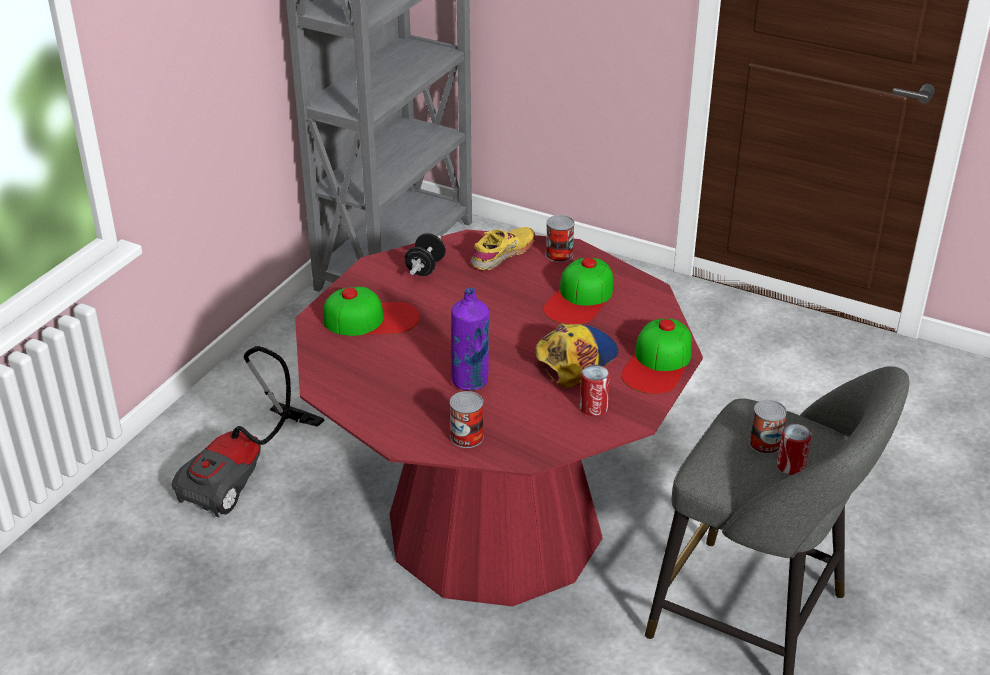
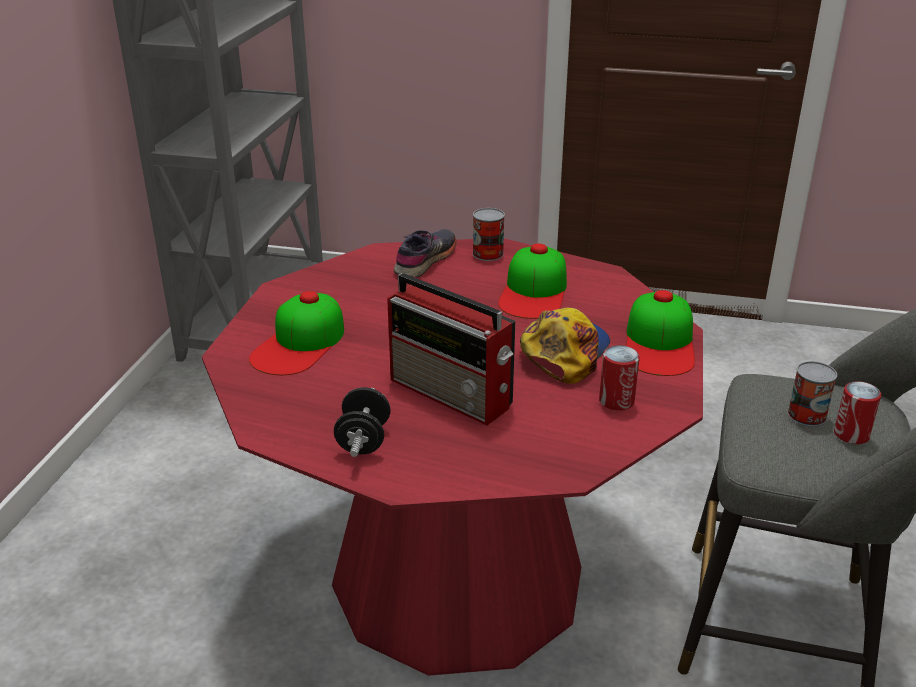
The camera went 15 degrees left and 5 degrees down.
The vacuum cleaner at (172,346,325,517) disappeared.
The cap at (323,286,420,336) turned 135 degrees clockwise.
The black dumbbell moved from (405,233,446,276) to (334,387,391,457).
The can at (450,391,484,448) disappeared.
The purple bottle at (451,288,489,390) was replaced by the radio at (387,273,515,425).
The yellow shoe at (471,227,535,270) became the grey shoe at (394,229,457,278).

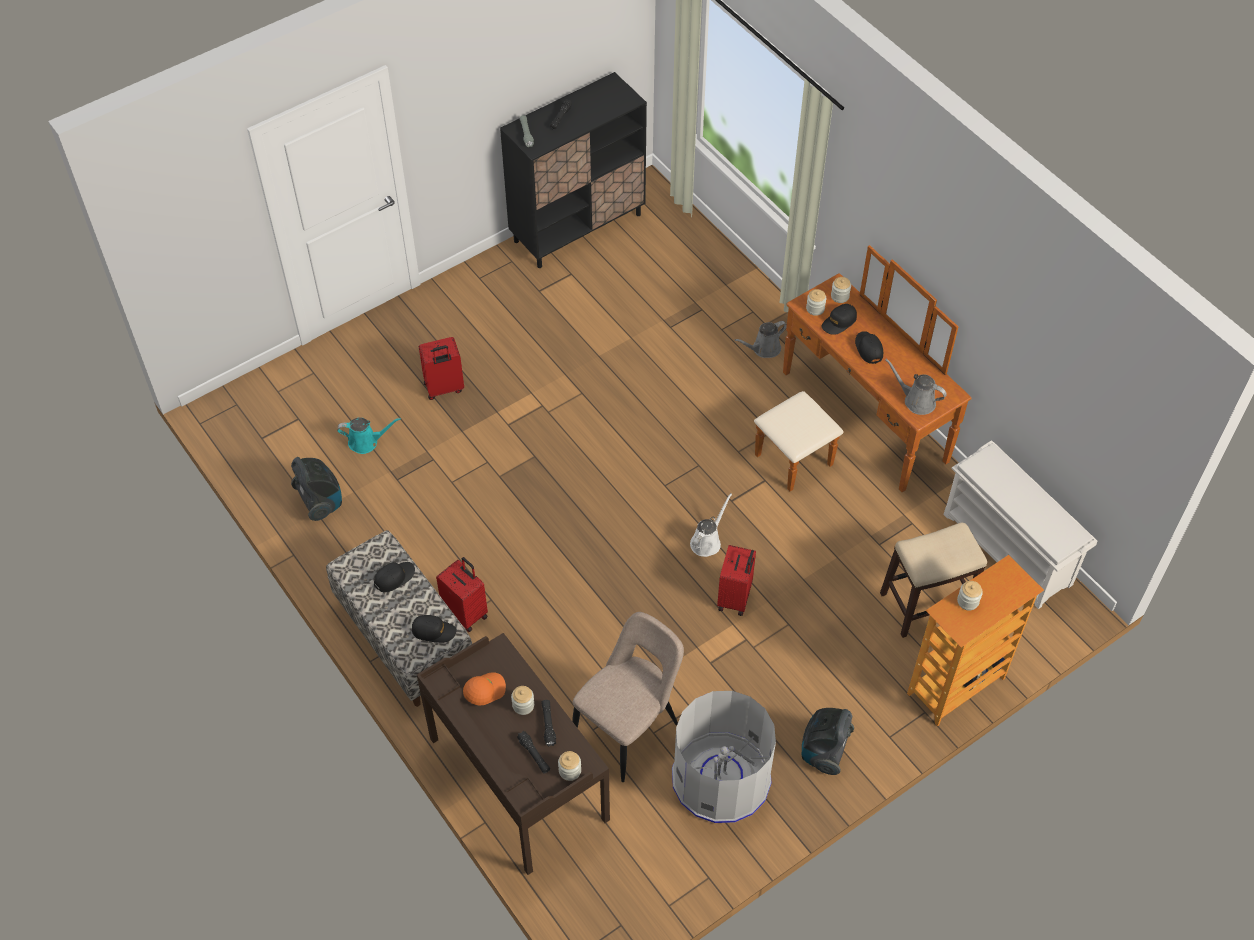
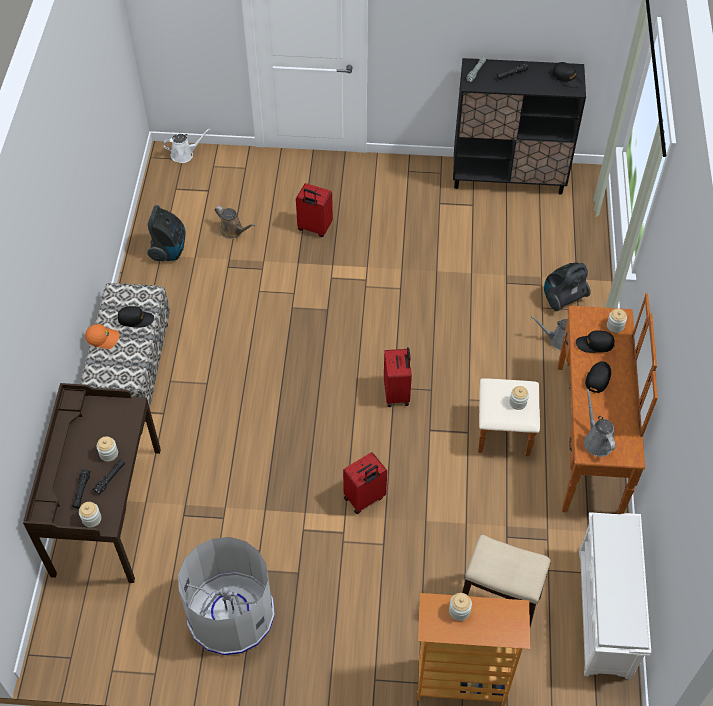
The camera went 40 degrees right and 0 degrees up.
The turquoise watering can at (337,418,401,454) became the brown watering can at (215,206,255,239).
The black cap moved from (412,615,457,643) to (552,62,582,88).
The red suitcase moved from (436,557,488,632) to (384,347,412,407).
The orange cap moved from (463,672,506,705) to (85,324,119,349).
The beige chair at (572,612,684,782) disappeared.
The white watering can moved from (690,493,732,557) to (163,128,211,163).
The vacuum cleaner moved from (802,708,854,775) to (544,262,591,311).
The jar moved from (806,289,826,316) to (510,386,529,410).

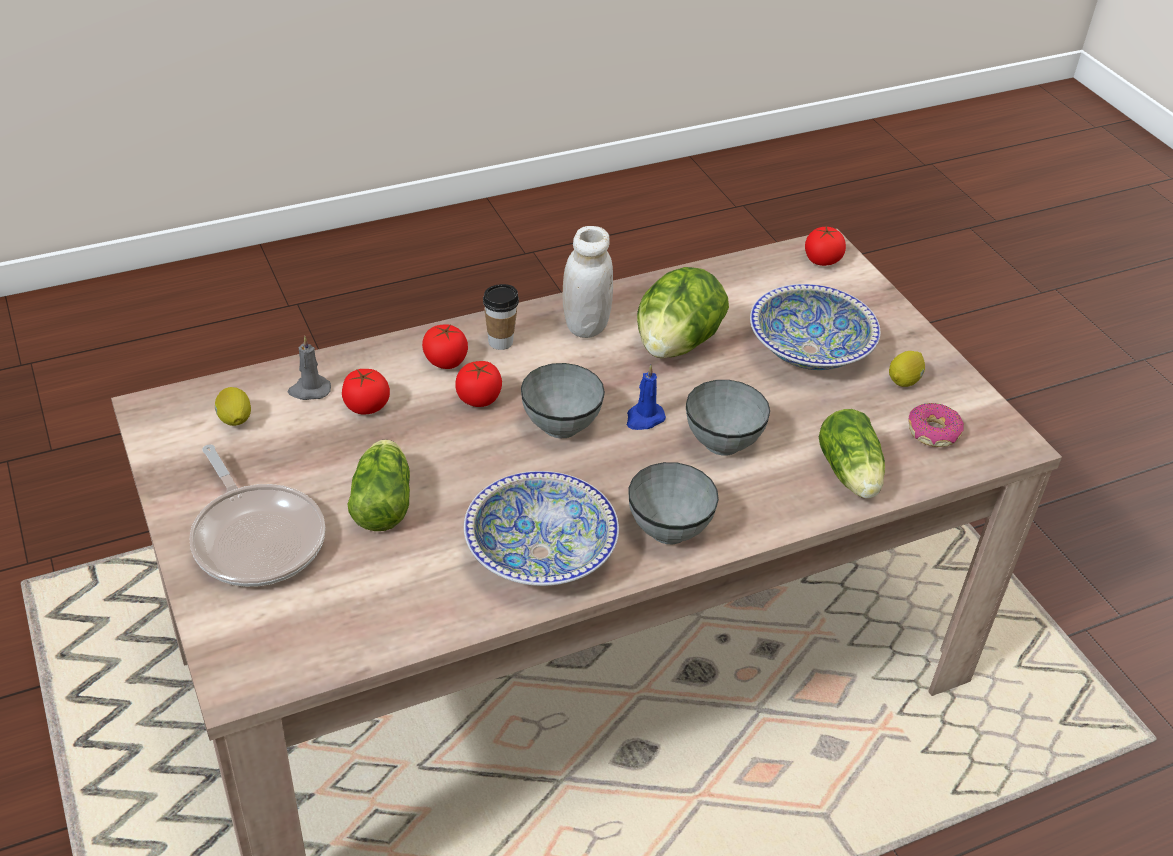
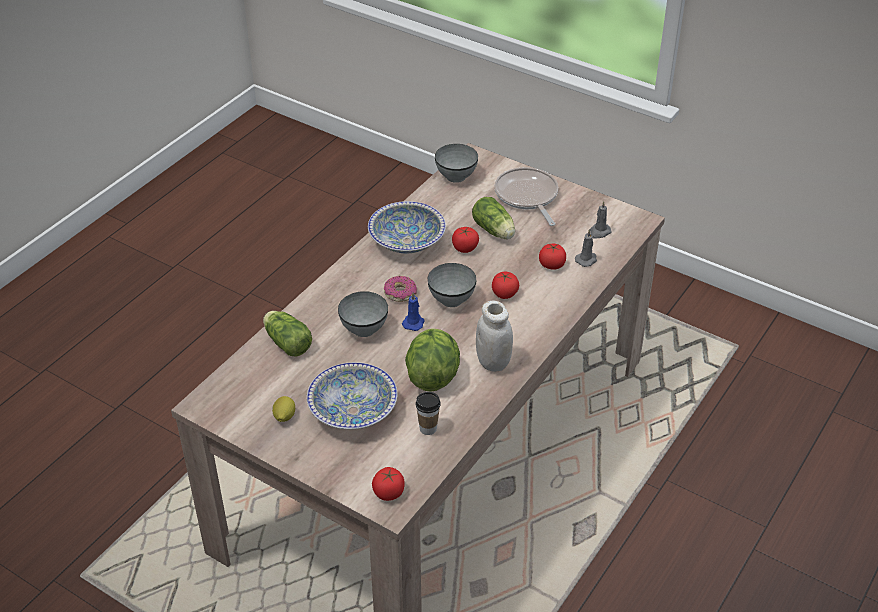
The camera went 150 degrees right and 0 degrees up.
The frying pan at (189,444,325,587) turned 45 degrees clockwise.
The lemon at (215,387,251,426) was replaced by the grey candle at (590,201,612,239).
The tomato moved from (422,324,468,369) to (452,227,479,253).
The cup moved from (483,284,519,350) to (416,392,440,435).
The grey bowl moved from (629,462,719,544) to (435,144,478,183).
The donut moved from (908,403,964,447) to (384,276,417,302).

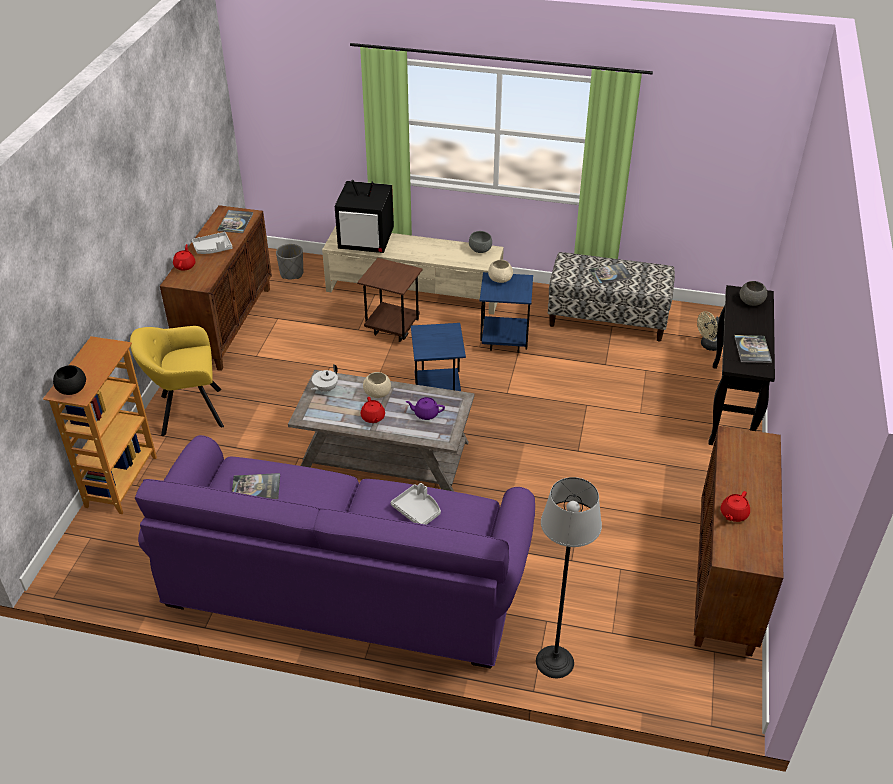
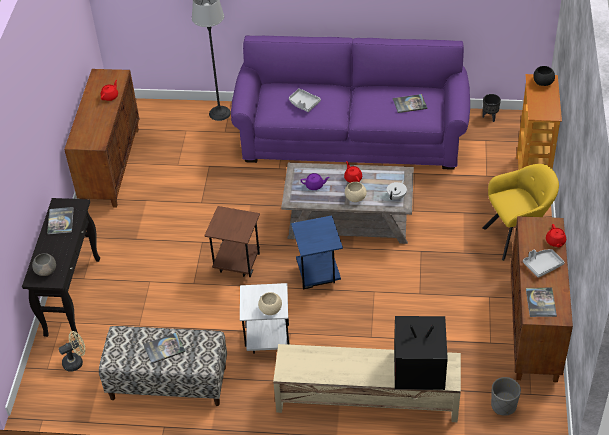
The camera went 175 degrees right and 5 degrees up.
The brown side table moved from (357,258,423,342) to (204,206,260,277).
The grey bowl at (469,231,492,253) disappeared.
The blue side table at (480,272,533,352) became the white side table at (240,283,290,354).
The black planter at (483,94,501,122) appeared.

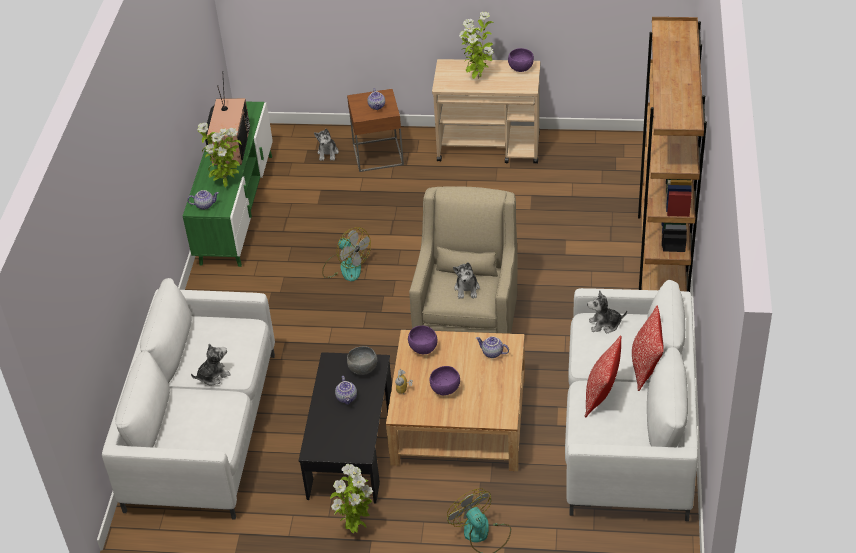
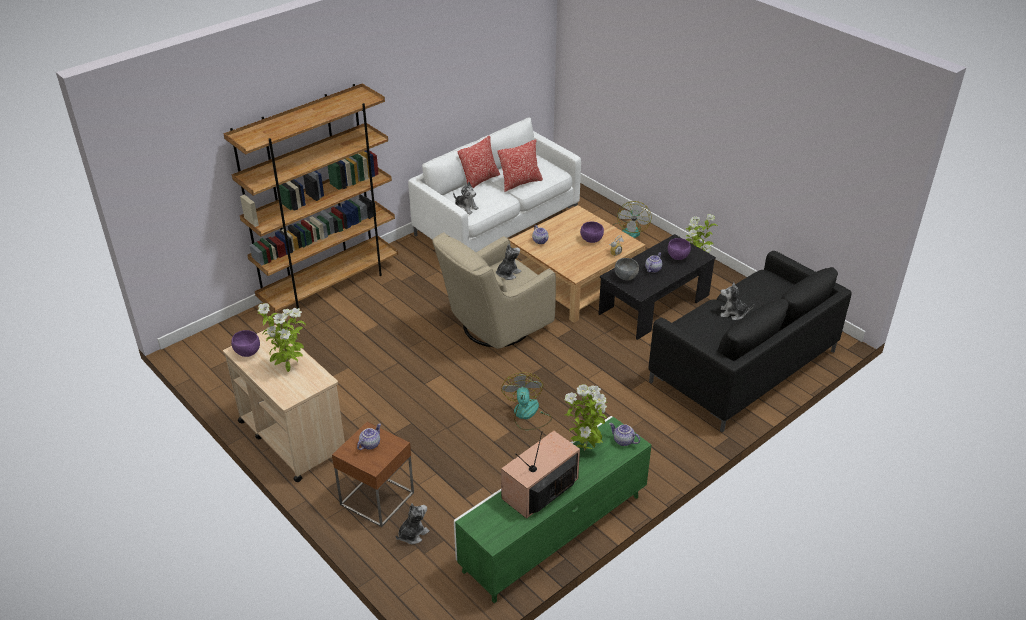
The camera went 140 degrees left and 5 degrees down.
The white sofa at (102,278,275,520) became the black sofa at (649,251,852,432).
The purple bowl moved from (408,326,437,354) to (668,238,691,260).

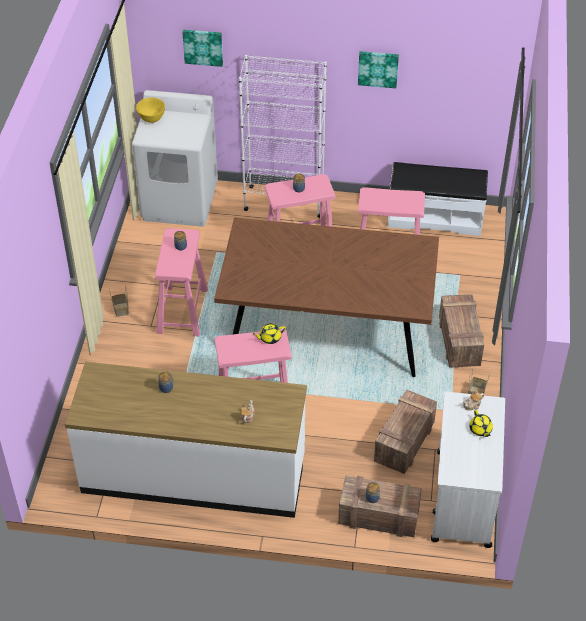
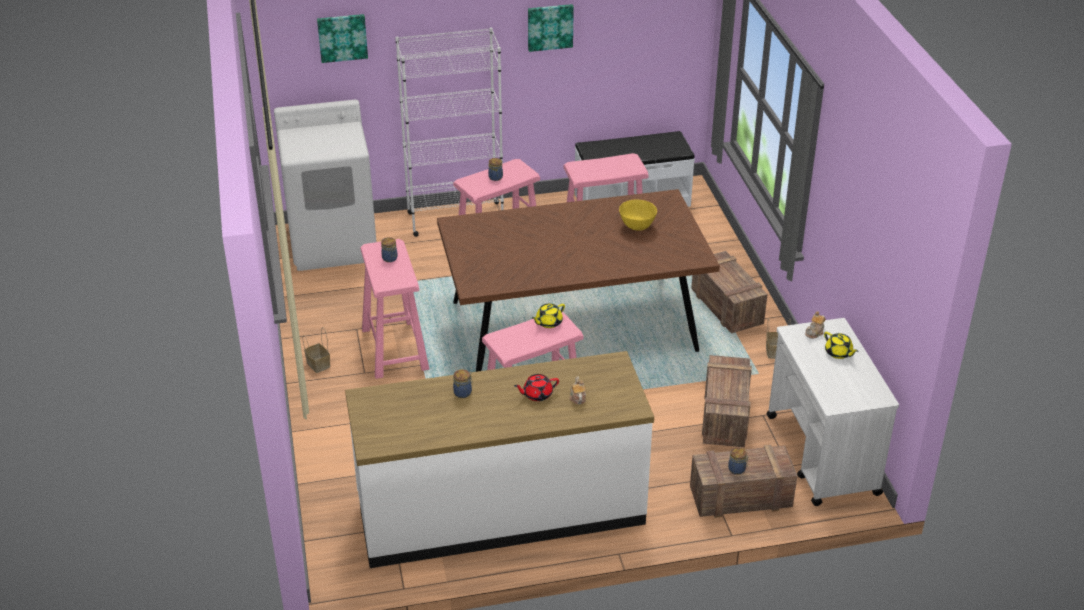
The camera went 20 degrees left and 10 degrees down.
The yellow bowl moved from (136,98,165,123) to (619,200,657,231).
The red teapot at (514,374,559,401) appeared.

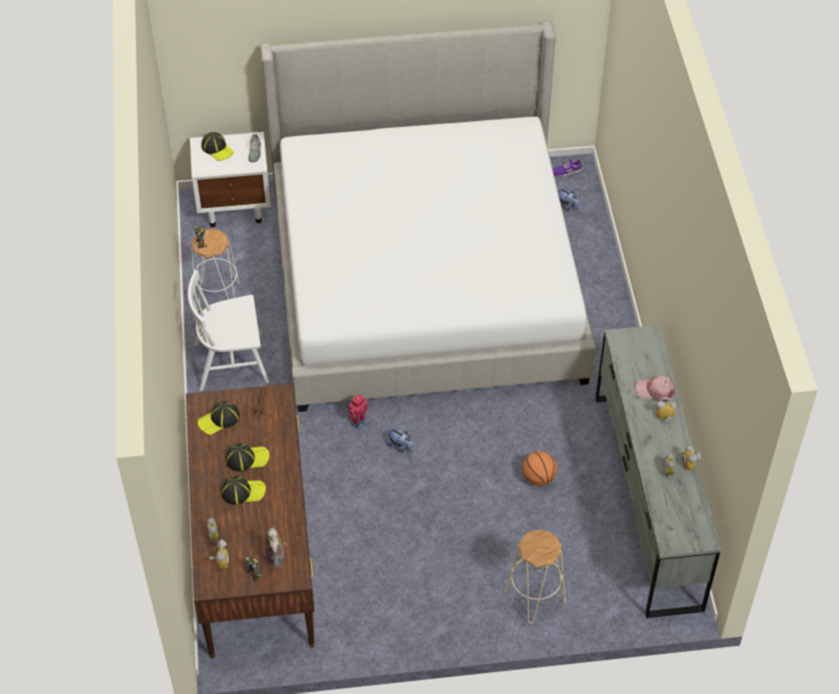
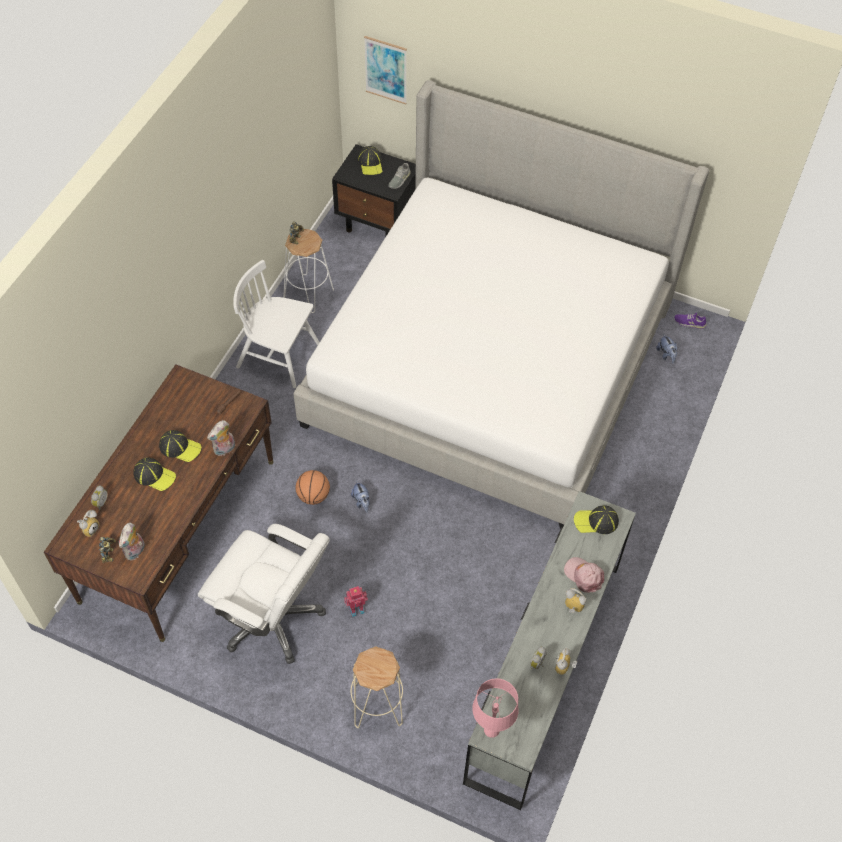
The camera went 30 degrees right and 5 degrees up.
The white nightstand at (190,132,271,227) became the black nightstand at (332,144,416,236).
The cap moved from (198,401,240,435) to (574,505,619,534).
The toy robot moved from (347,394,368,429) to (344,586,368,617).
The basketball moved from (522,451,557,486) to (295,470,330,505).
The white office chair at (198,524,330,664) appeared.
The plush toy at (207,420,235,456) appeared.
The picture at (364,36,407,104) appeared.
The pink table lamp at (472,678,519,738) appeared.

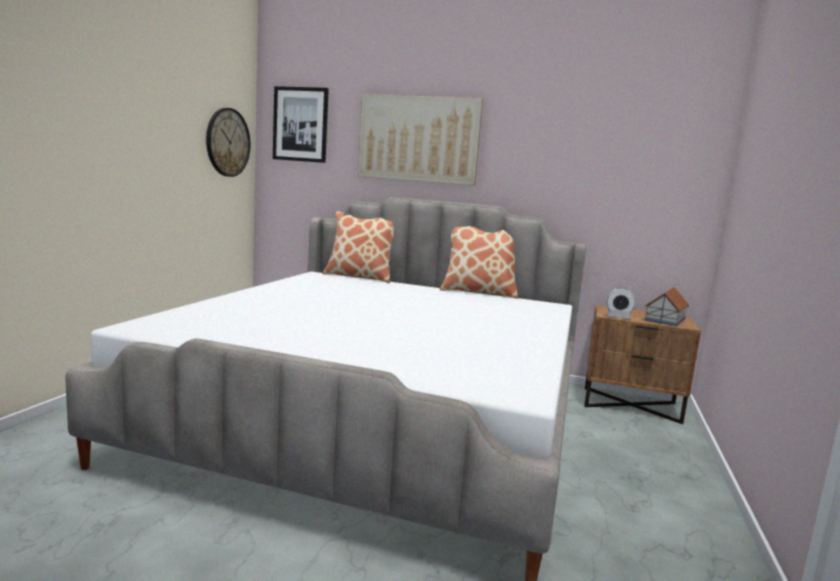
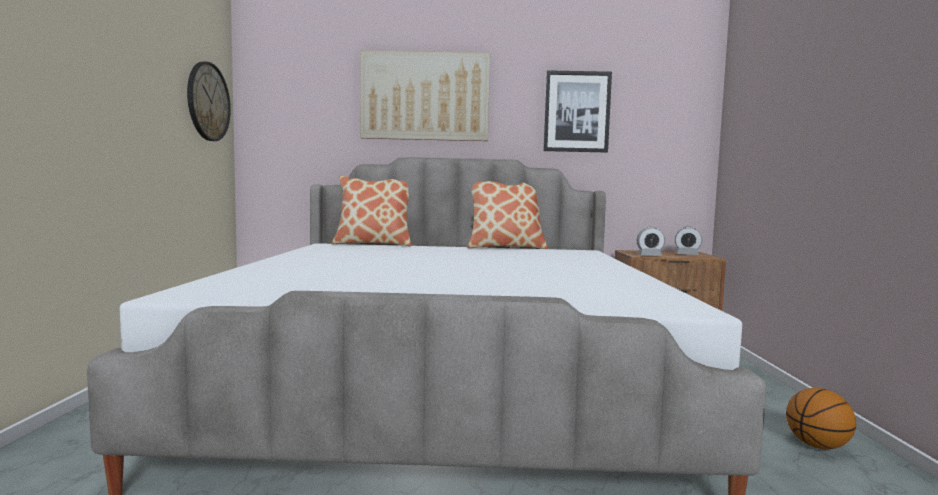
The camera went 15 degrees left and 5 degrees down.
The picture moved from (273,86,329,163) to (543,70,612,152).
The toy house at (644,287,689,327) was replaced by the alarm clock at (675,227,702,255).
The basketball at (786,388,856,449) appeared.

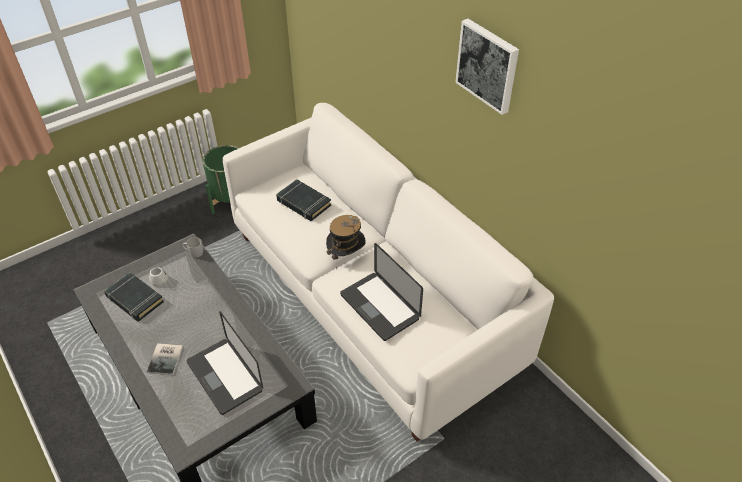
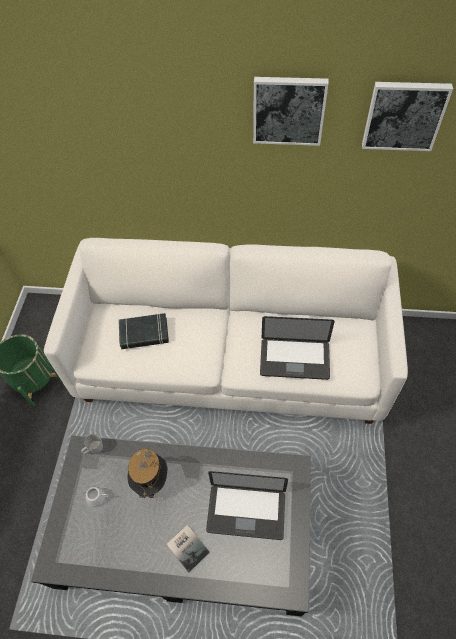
The camera went 45 degrees left and 10 degrees up.
The black book at (104,272,164,322) disappeared.
The hat moved from (326,215,366,260) to (127,447,167,501).
The picture at (362,82,453,151) appeared.

